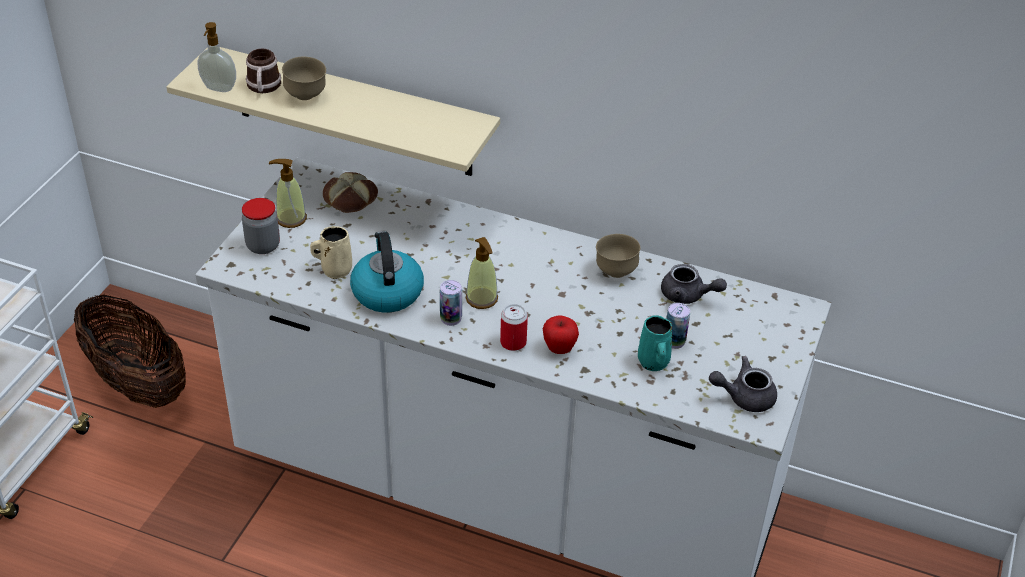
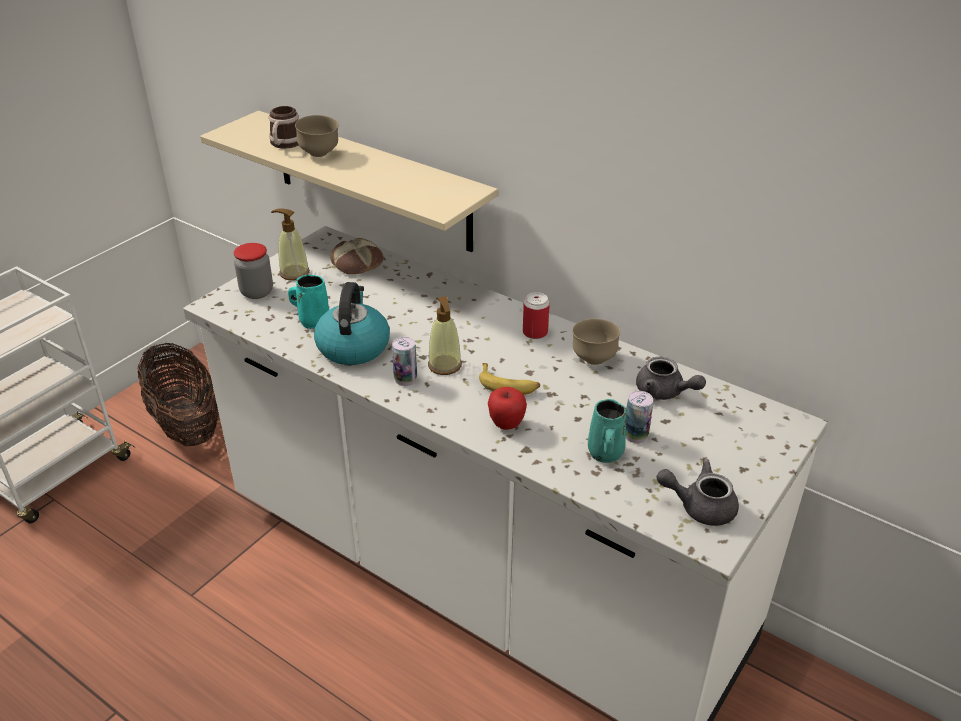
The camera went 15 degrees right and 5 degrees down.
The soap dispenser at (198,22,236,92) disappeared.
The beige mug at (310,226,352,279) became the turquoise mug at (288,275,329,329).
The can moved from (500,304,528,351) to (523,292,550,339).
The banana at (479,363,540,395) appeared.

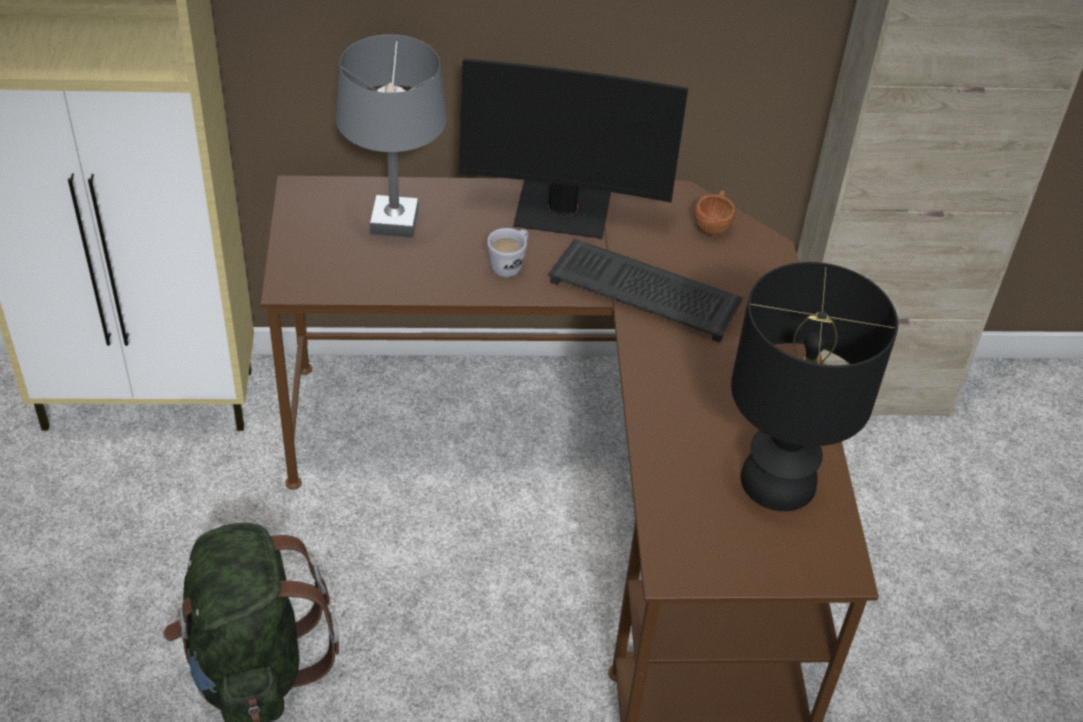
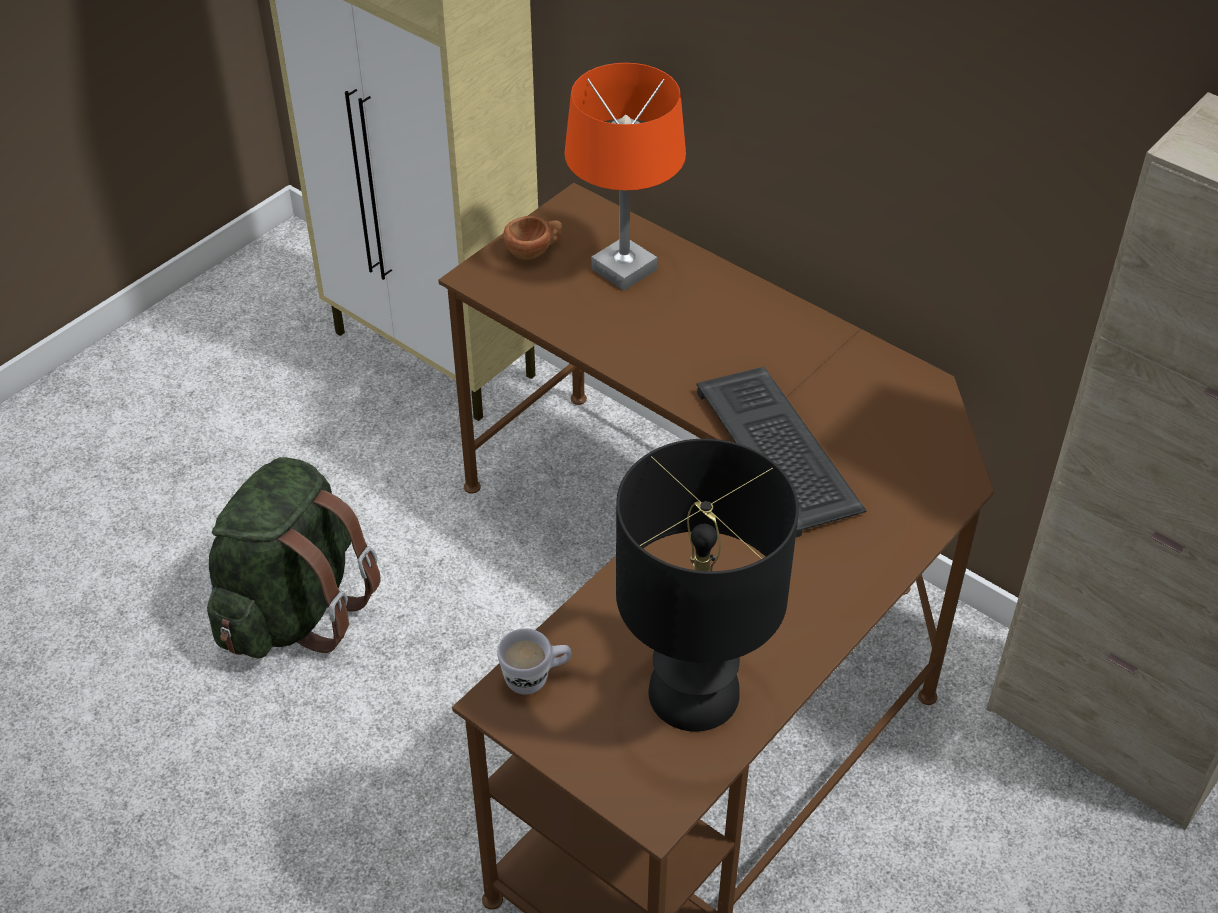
The camera went 45 degrees right and 0 degrees up.
The grey table lamp at (335,35,447,237) became the orange table lamp at (564,63,686,291).
The monitor at (459,59,688,239) disappeared.
The white mug moved from (487,228,528,277) to (497,628,572,695).
The brown cup moved from (694,190,736,235) to (503,216,562,260).

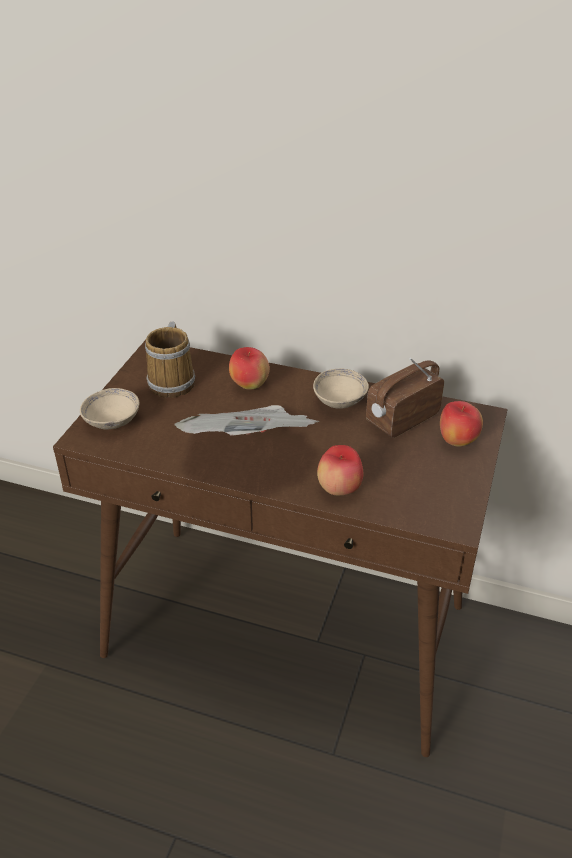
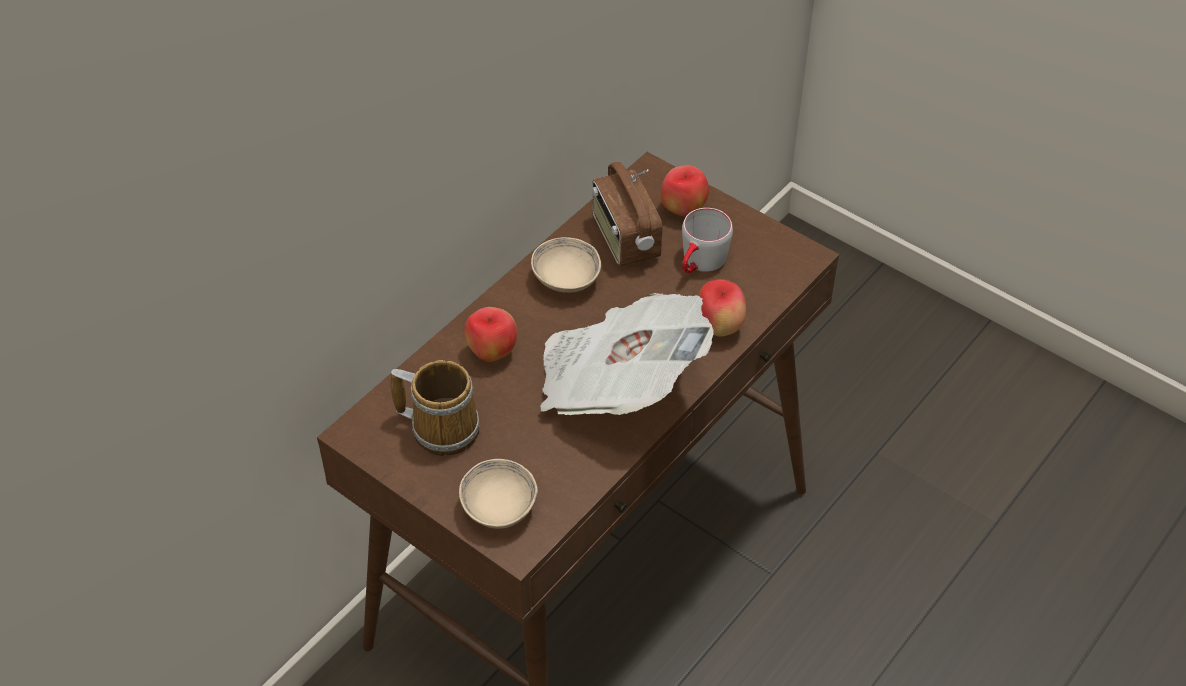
The camera went 70 degrees left and 10 degrees up.
The grey mug at (682,208,733,273) appeared.

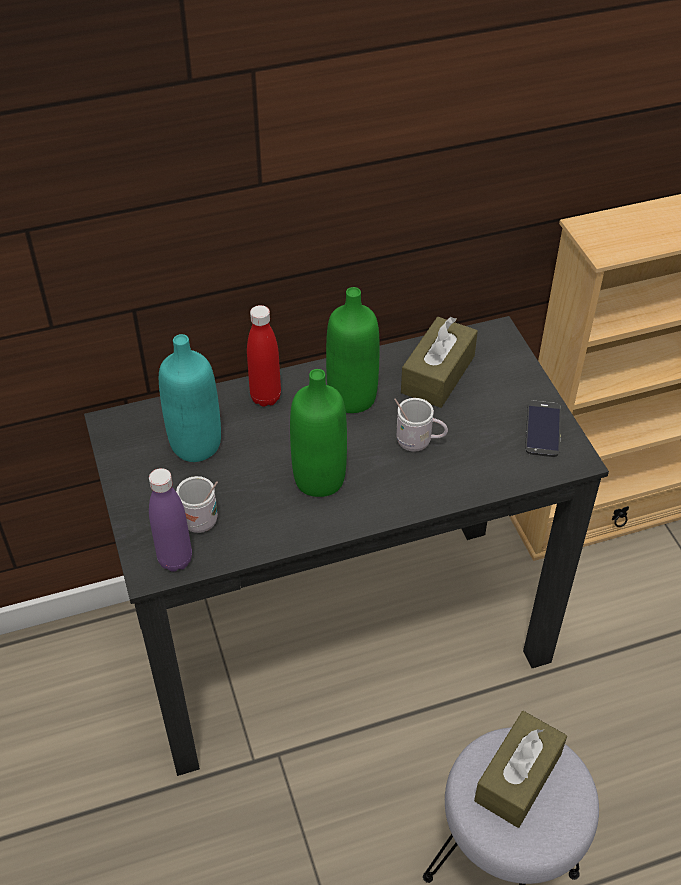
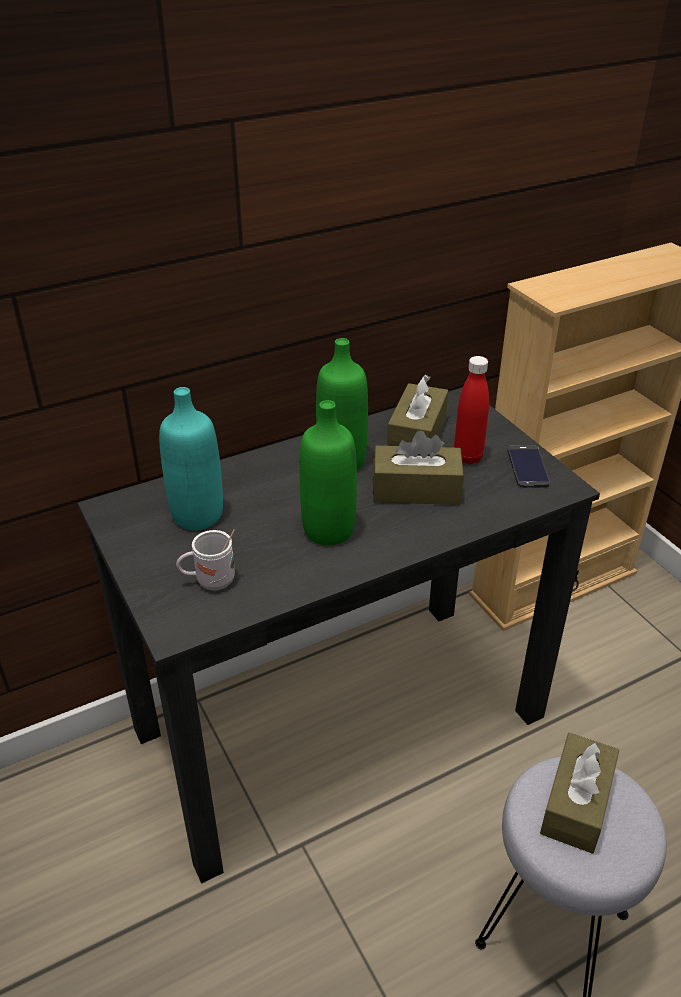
The camera went 10 degrees left and 10 degrees down.
The purple bottle at (149,468,192,572) disappeared.
The red bottle moved from (247,305,281,407) to (454,356,489,465).
The white mug at (394,398,448,452) was replaced by the brown tissue box at (372,430,464,505).

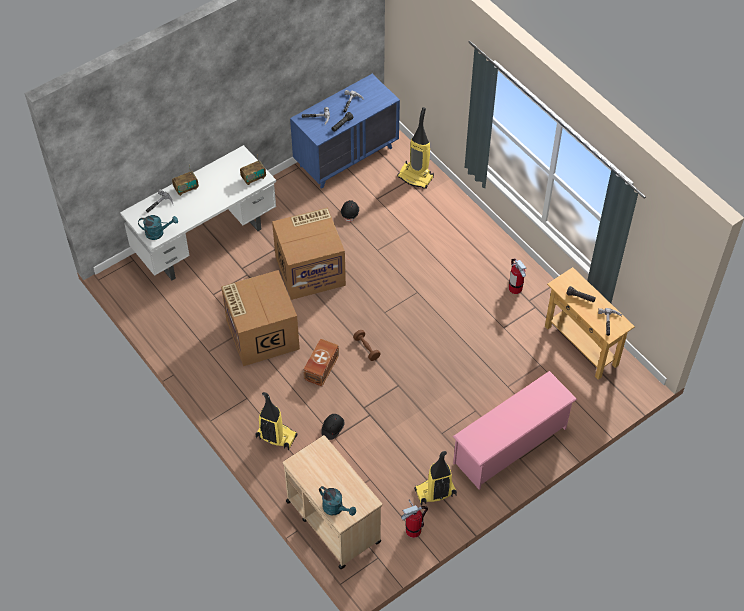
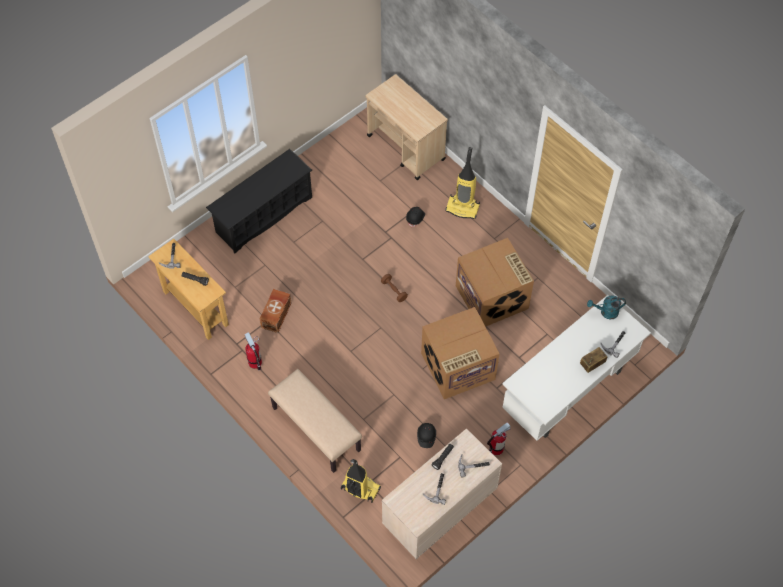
The camera went 175 degrees right and 5 degrees up.
The radio at (240,154,266,185) disappeared.
The blue dresser at (290,74,400,189) became the beige dresser at (382,428,502,559).
The brown storage box moved from (303,338,339,386) to (260,289,291,333).
The turquoise watering can at (319,486,356,516) disappeared.
The fire extinguisher moved from (401,499,428,538) to (487,422,511,455).
The vacuum cleaner at (414,451,457,505) disappeared.
The pink shoe rack at (453,371,577,490) became the black shoe rack at (206,149,312,254).
The beige bench at (268,369,362,473) appeared.

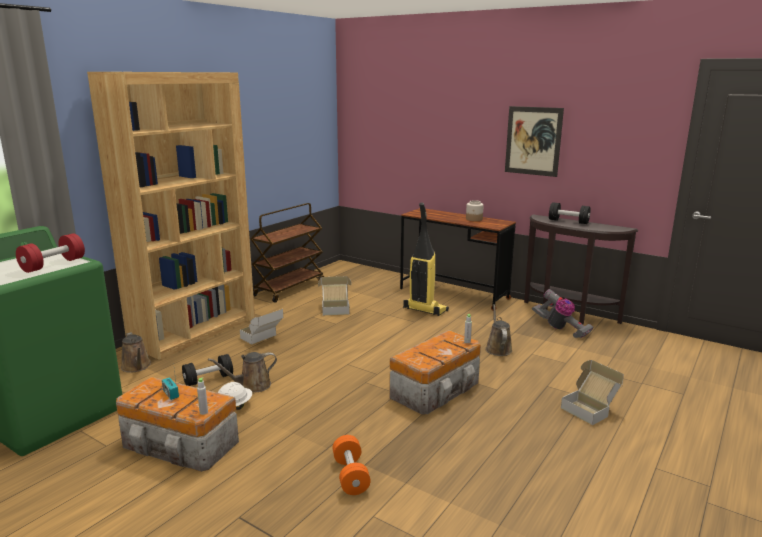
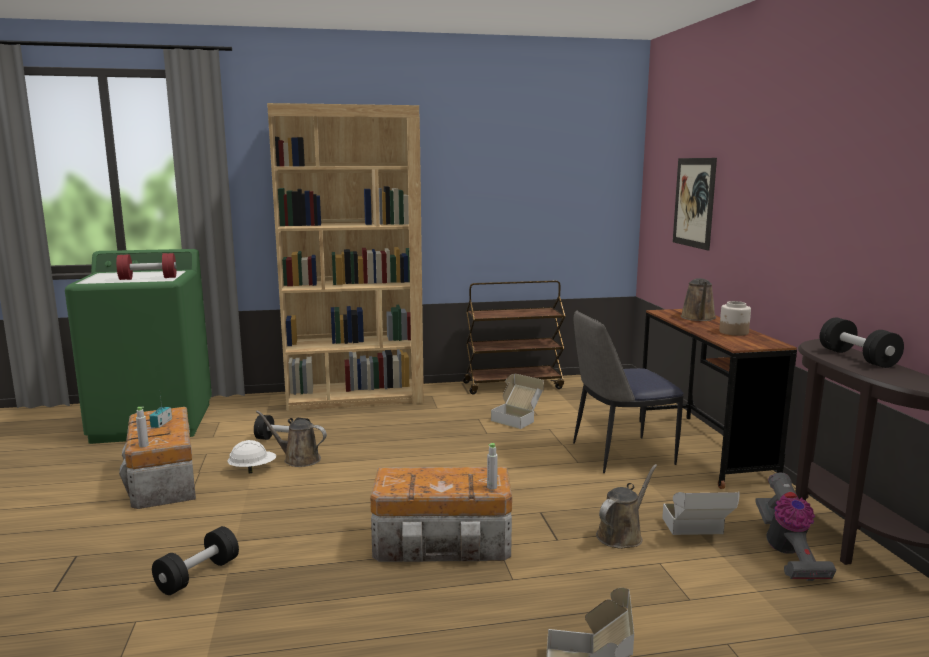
The camera went 45 degrees right and 5 degrees down.
The brown watering can moved from (121,332,151,373) to (680,278,716,321).
The cardboard box moved from (240,308,283,344) to (662,491,740,535).
The orange dumbbell at (333,435,371,495) became the black dumbbell at (152,526,239,595).
The vacuum cleaner at (403,203,449,316) was replaced by the chair at (573,310,684,473).
The picture moved from (505,106,564,177) to (673,158,717,250).

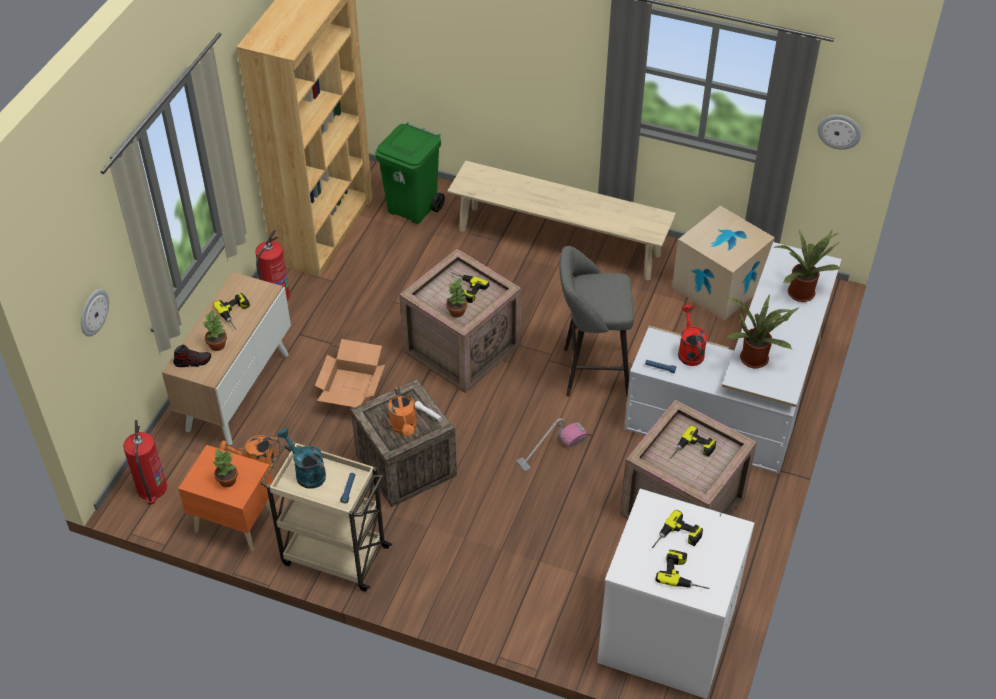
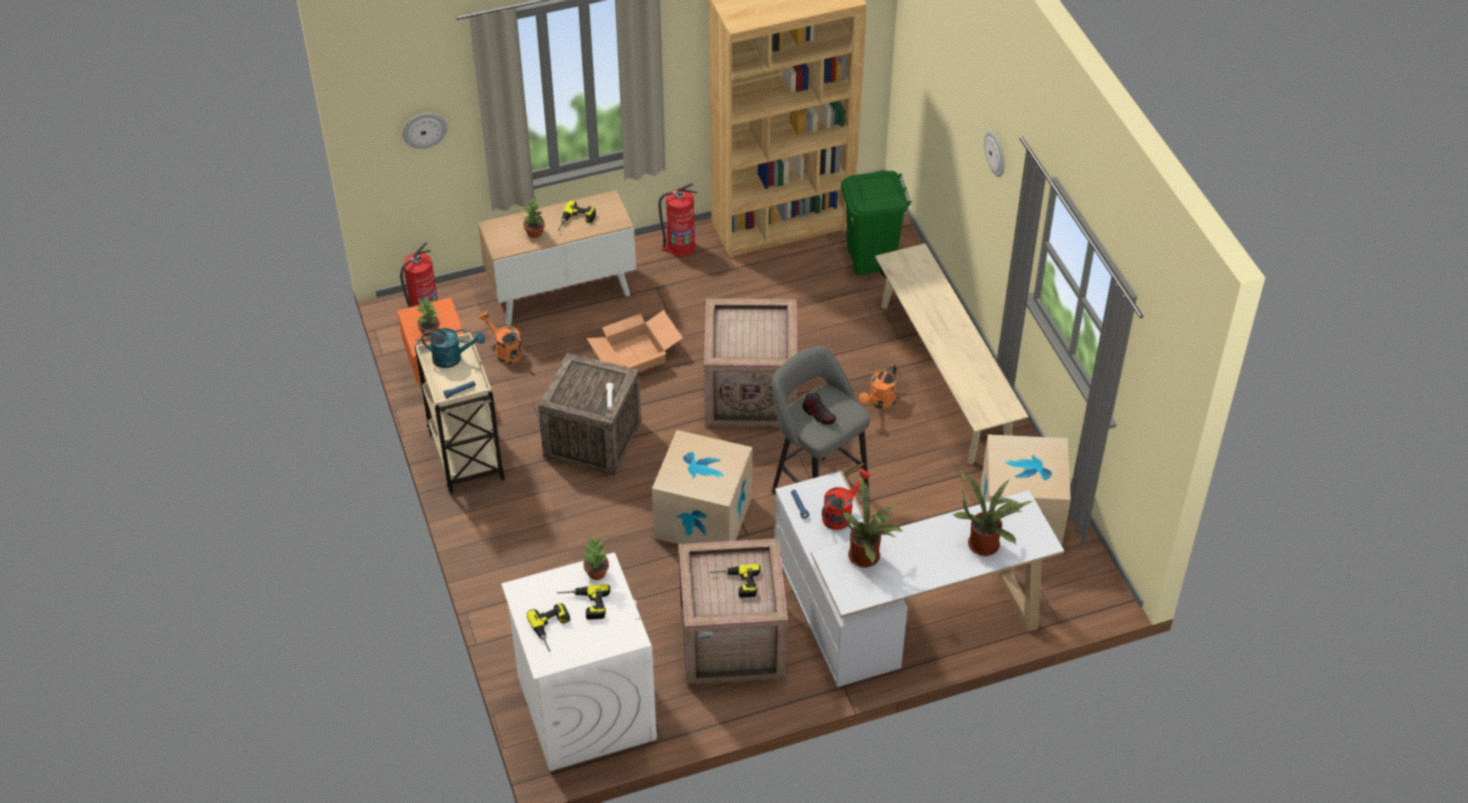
The camera went 50 degrees right and 0 degrees up.
The shoe moved from (173,345,211,367) to (802,392,836,424).
The turquoise watering can at (277,428,326,489) turned 90 degrees clockwise.
The orange watering can moved from (388,387,417,437) to (859,364,897,409).
The potted plant moved from (446,279,467,317) to (583,537,609,580).
The power drill at (450,272,489,303) disappeared.
The vacuum cleaner at (516,418,588,472) was replaced by the cardboard box at (652,430,752,544).
The wall clock moved from (818,115,861,150) to (984,131,1005,177).

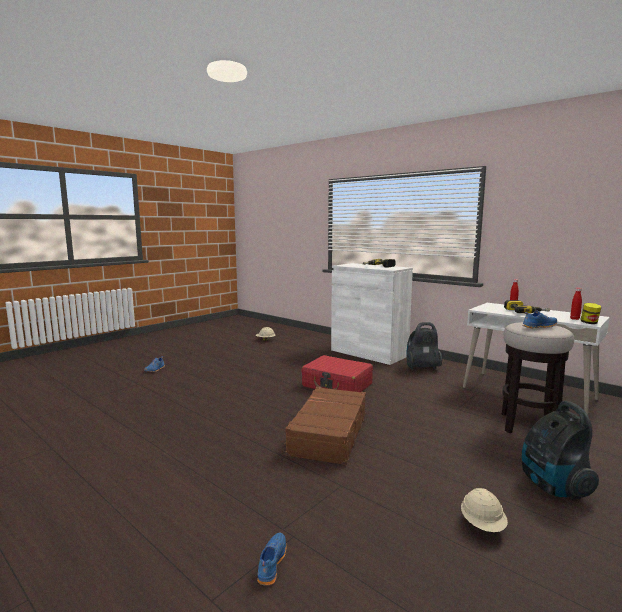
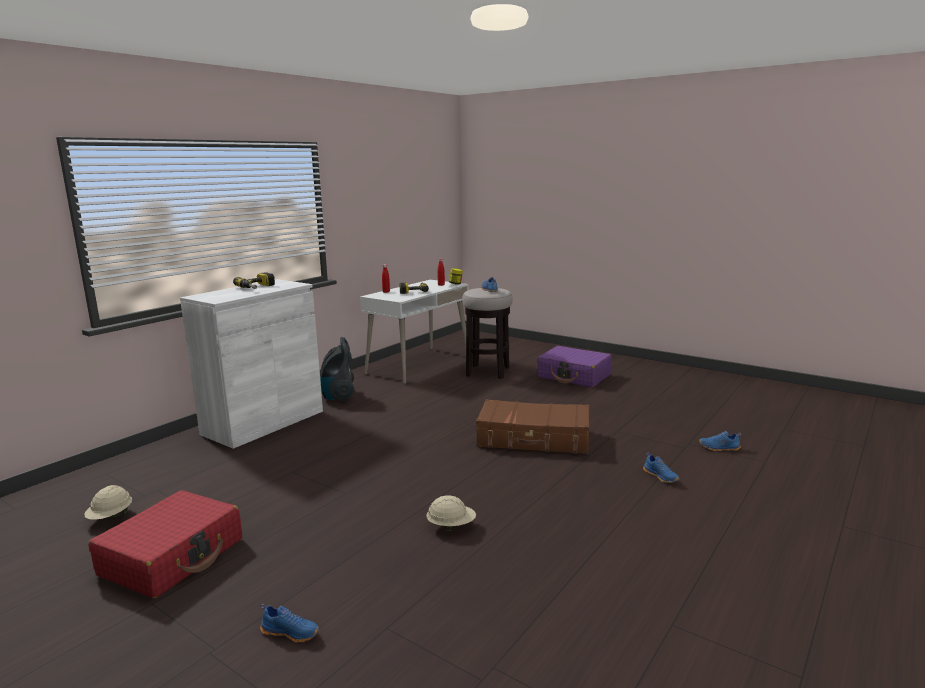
The camera went 95 degrees left and 5 degrees up.
The red suitcase moved from (301,355,373,392) to (88,490,242,599).
The beige hard hat moved from (461,488,508,532) to (426,495,476,532).
The vacuum cleaner at (522,401,599,499) was replaced by the purple suitcase at (537,346,612,388).
The blue shoe at (643,452,679,483) appeared.

